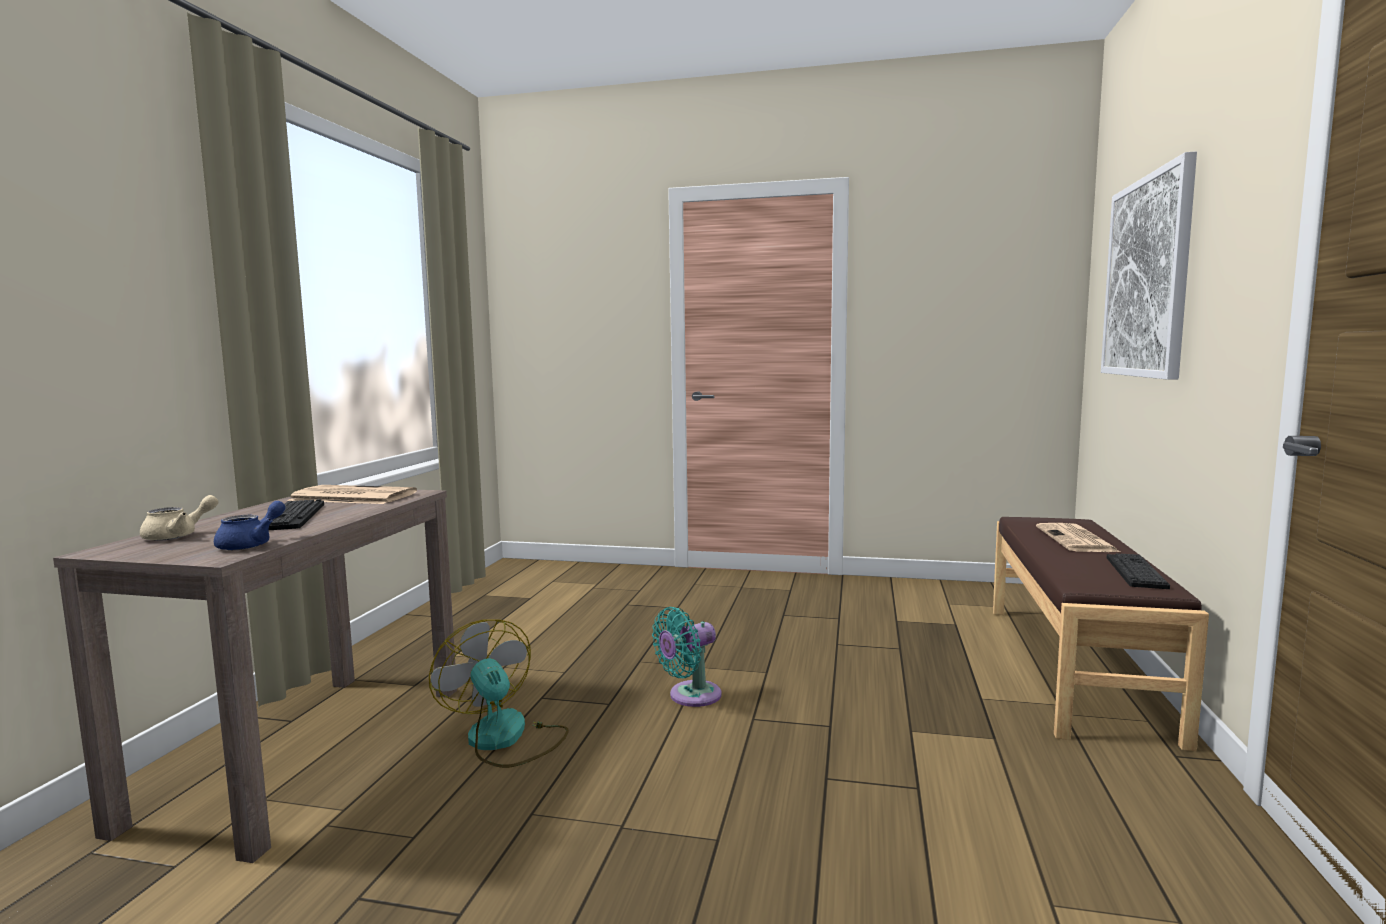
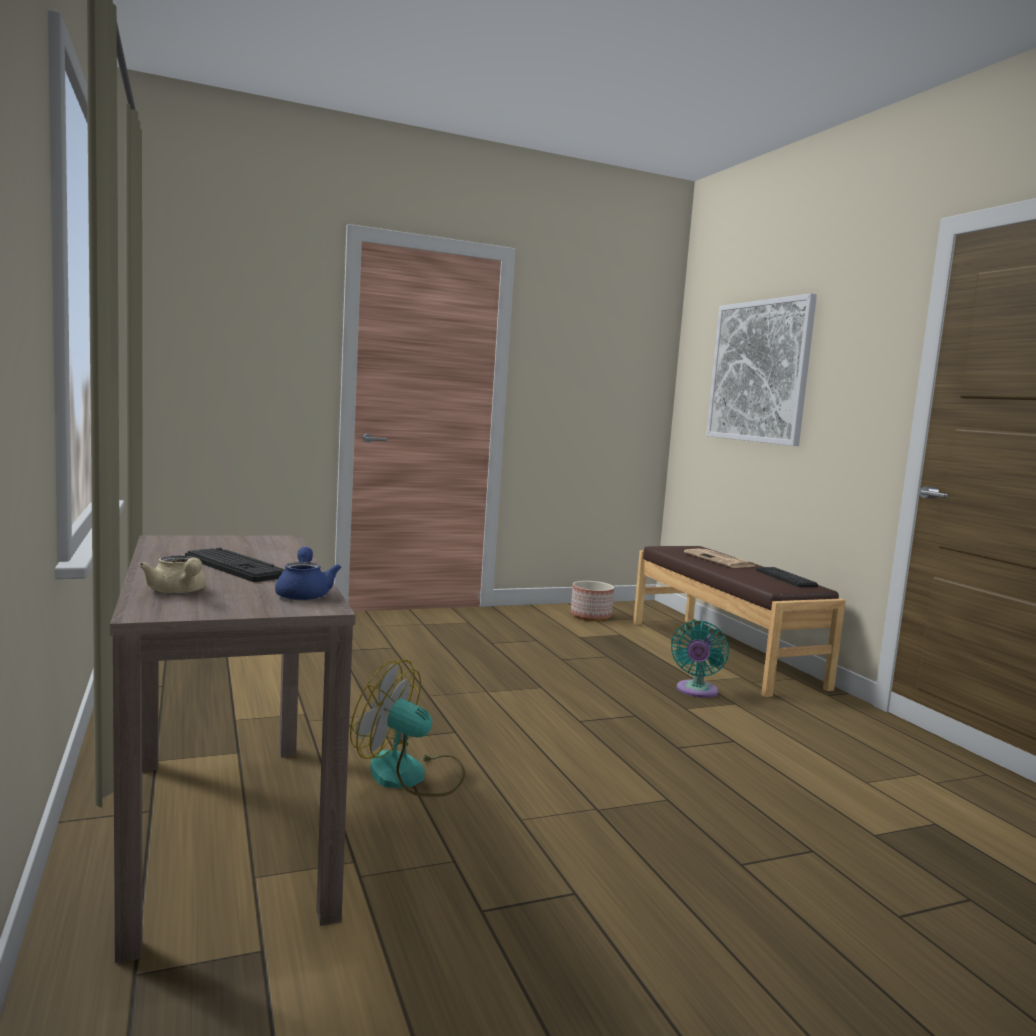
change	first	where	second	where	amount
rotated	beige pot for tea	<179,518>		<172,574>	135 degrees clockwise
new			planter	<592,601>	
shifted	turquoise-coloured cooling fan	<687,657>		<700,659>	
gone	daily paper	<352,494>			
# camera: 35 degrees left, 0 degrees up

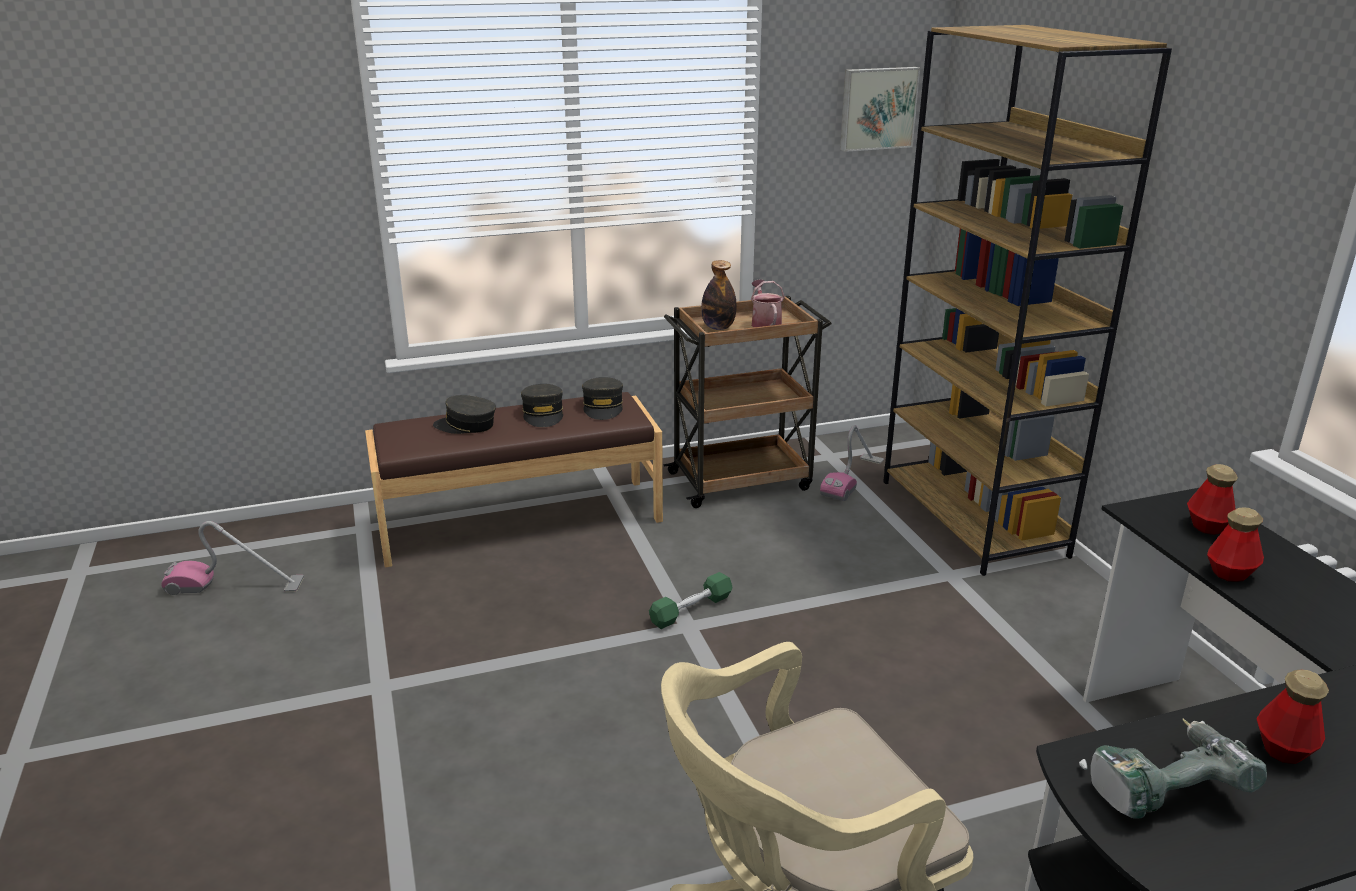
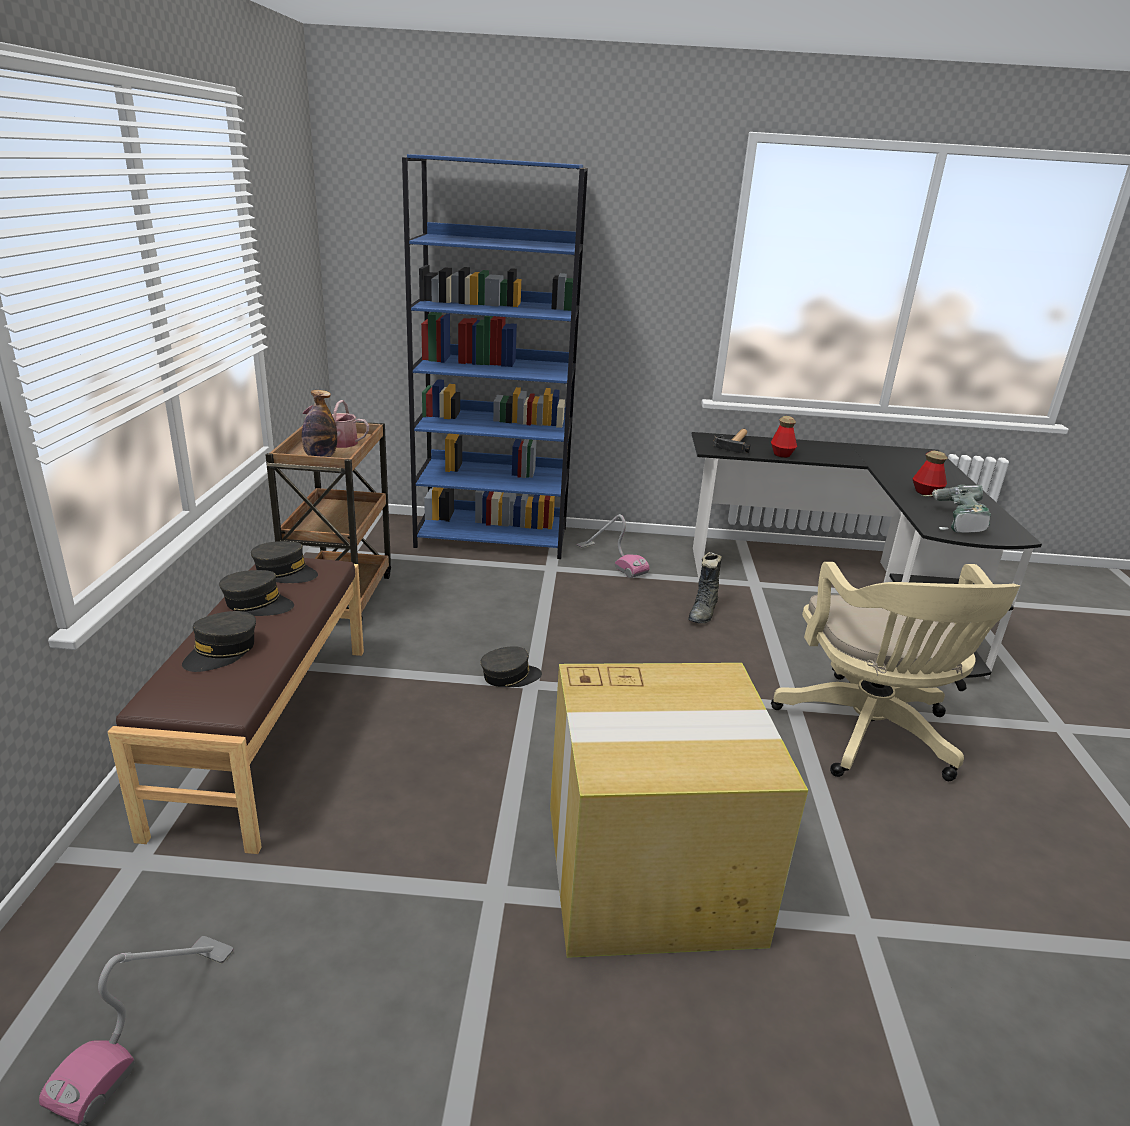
change	first	where	second	where	amount
repainted	brown-coloured bookcase	<1027,300>	bluish bookcase	<495,356>	
swapped	green dumbbell	<690,600>	gray cap	<511,666>	
new			carton	<679,810>	
shifted	hoover	<852,463>		<612,546>	
new			black high-top boot	<705,587>	
swapped	beverage bottle	<1212,499>	tool hammer	<731,441>	
gone	picture	<880,109>			
# camera: 70 degrees left, 0 degrees up

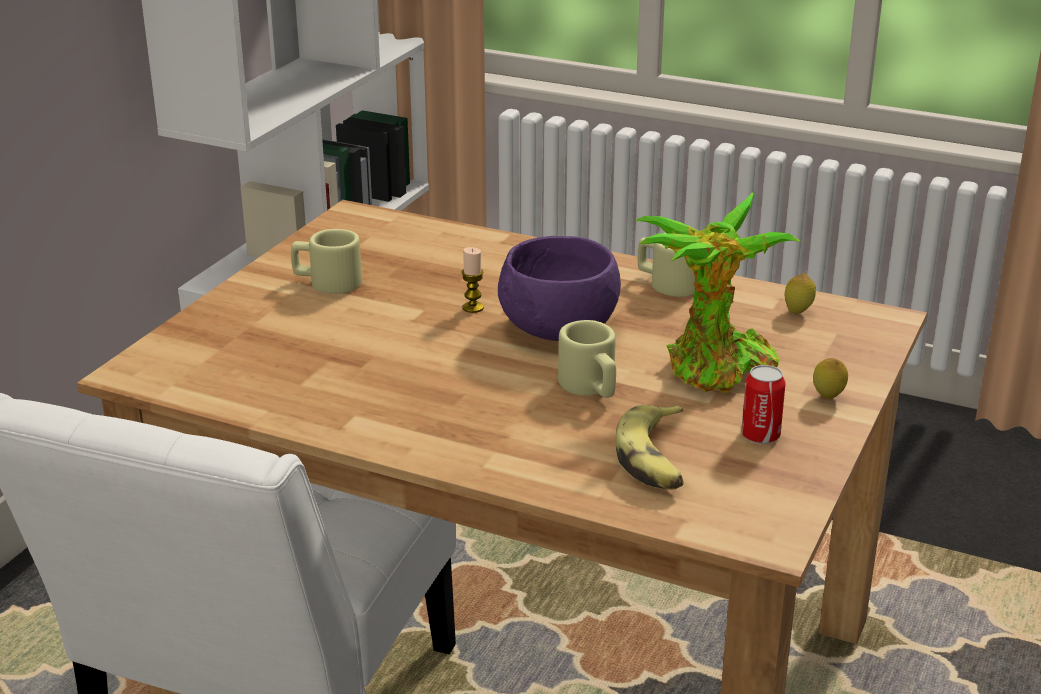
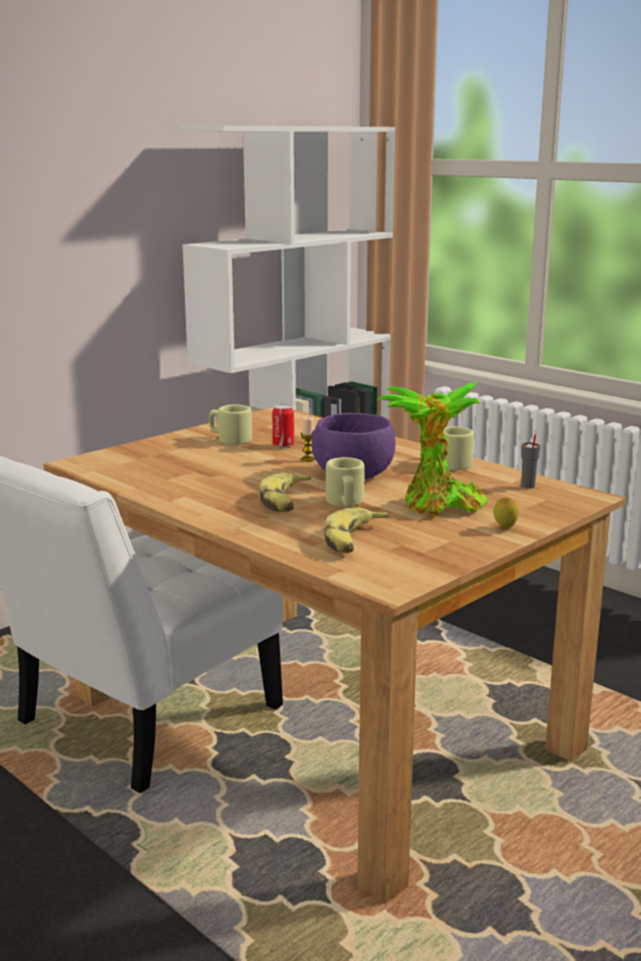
change	first	where	second	where	amount
new			banana fruit	<285,492>	
shifted	metal can	<763,404>		<283,426>	
swapped	citrus fruit	<800,293>	gray drinking cup	<531,461>	
# camera: 20 degrees right, 10 degrees down

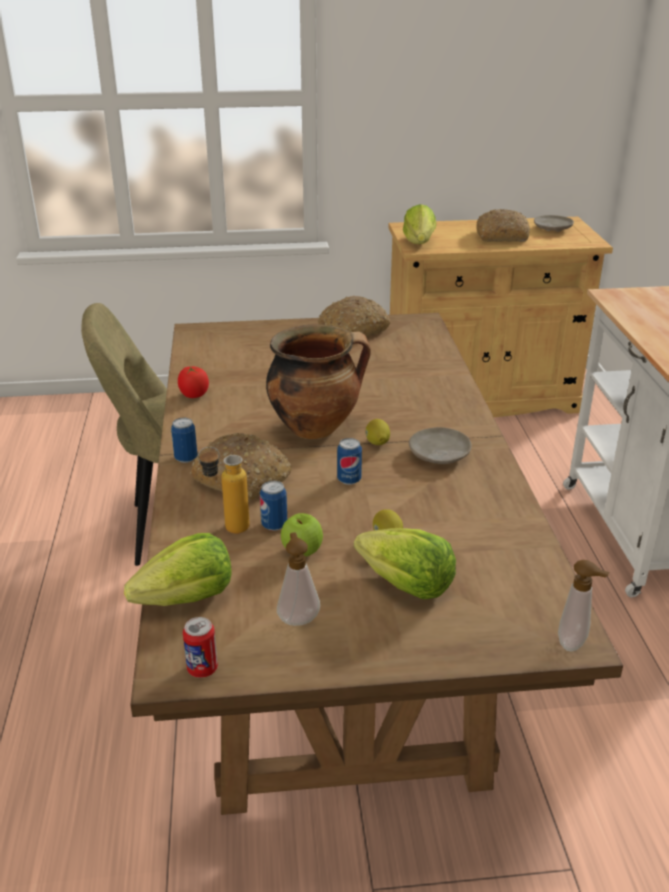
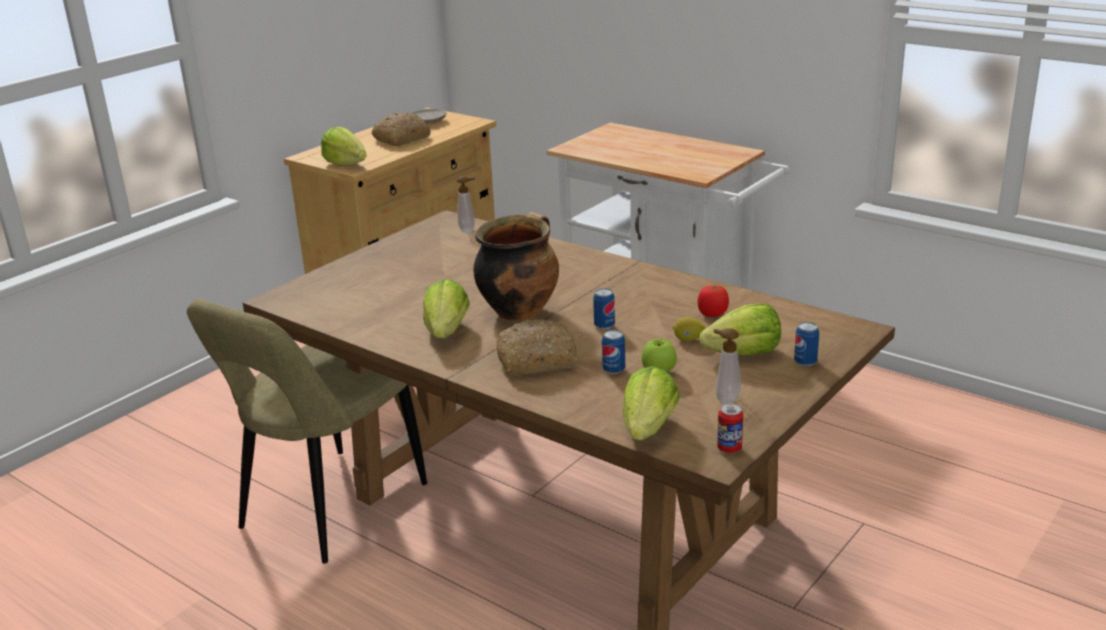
change	first	where	second	where	amount
new			head of lettuce	<446,308>	
shifted	soap bottle	<583,605>		<466,204>	
shifted	fresh tomato	<193,382>		<713,301>	
shifted	metal can	<184,440>		<806,344>	
gone	beverage bottle	<224,490>			
gone	bakery bread	<354,316>			
gone	citrus fruit	<377,432>			
gone	beige plate	<440,445>			
# camera: 45 degrees left, 5 degrees down

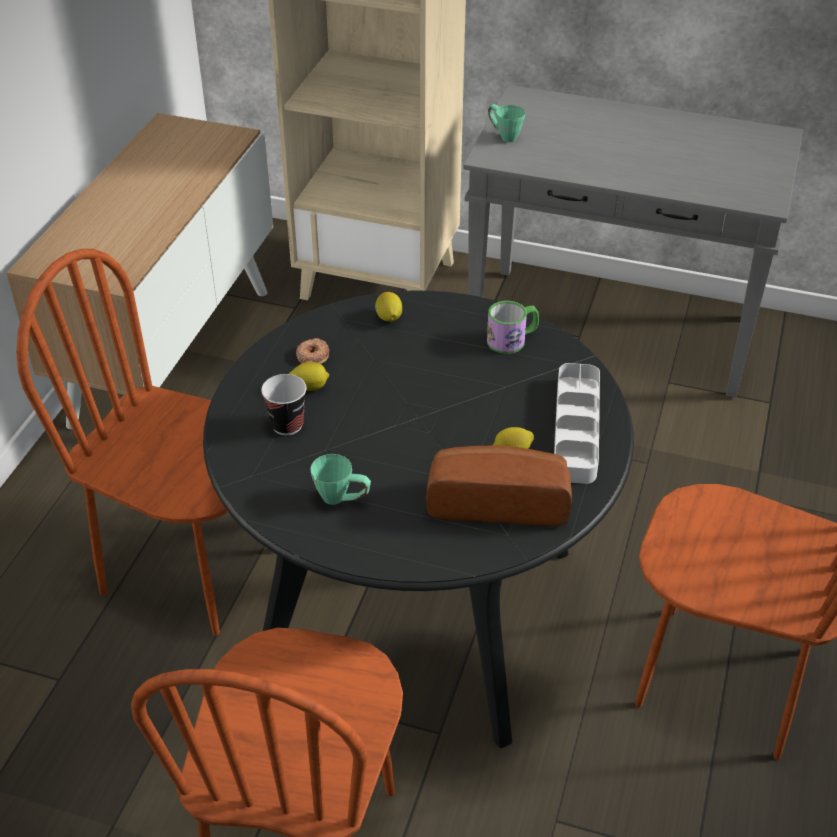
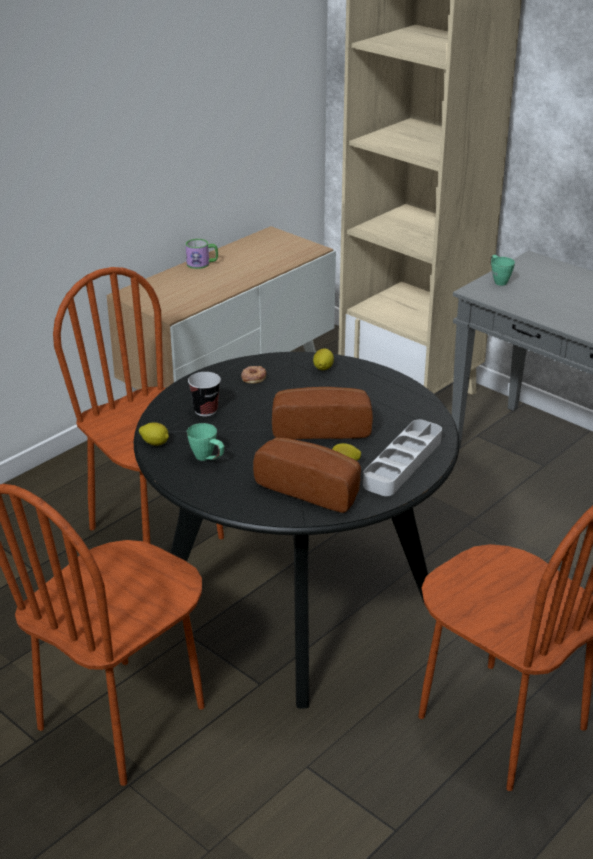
change	first	where	second	where	amount
shifted	citrus fruit	<309,376>		<154,434>	
shifted	mug	<513,327>		<202,254>	
new			bakery bread	<322,413>	
# camera: 25 degrees right, 10 degrees down

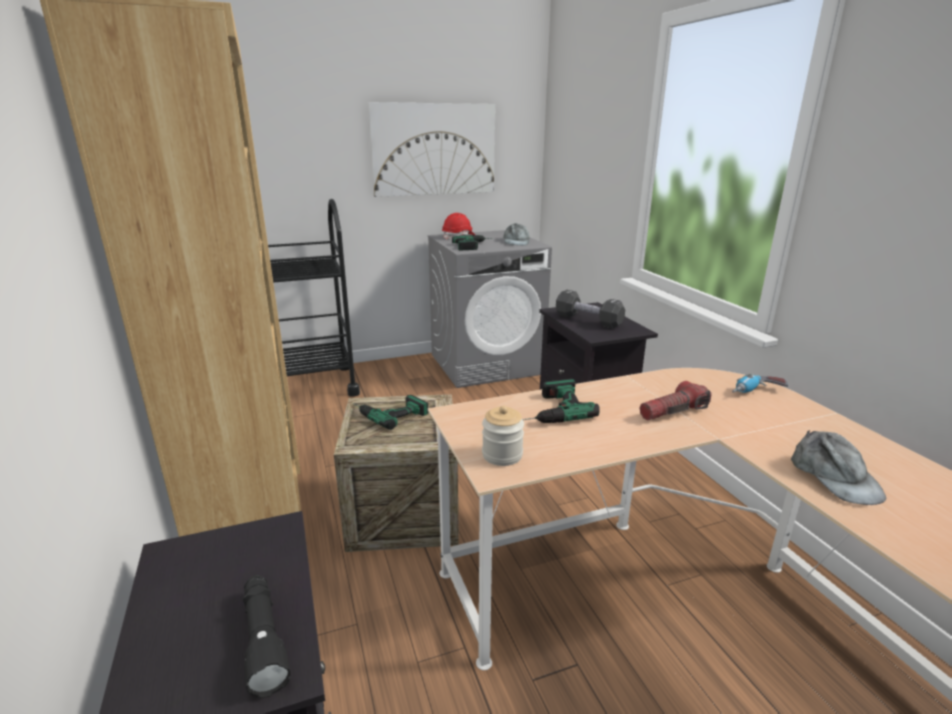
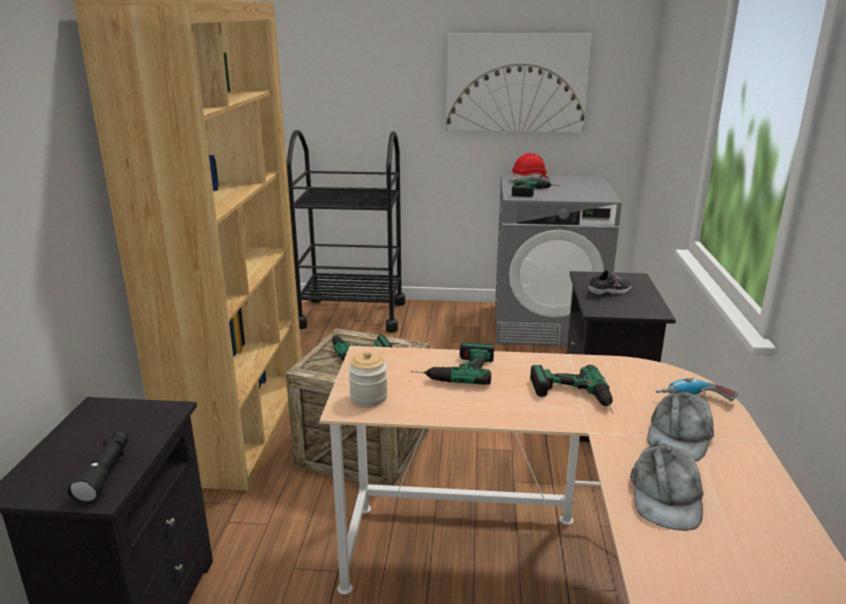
change	first	where	second	where	amount
swapped	flashlight	<676,400>	electric drill	<571,389>	
swapped	black dumbbell	<590,309>	low shoe	<610,283>	
shifted	gray cap	<516,234>		<680,426>	
# camera: 25 degrees right, 0 degrees up

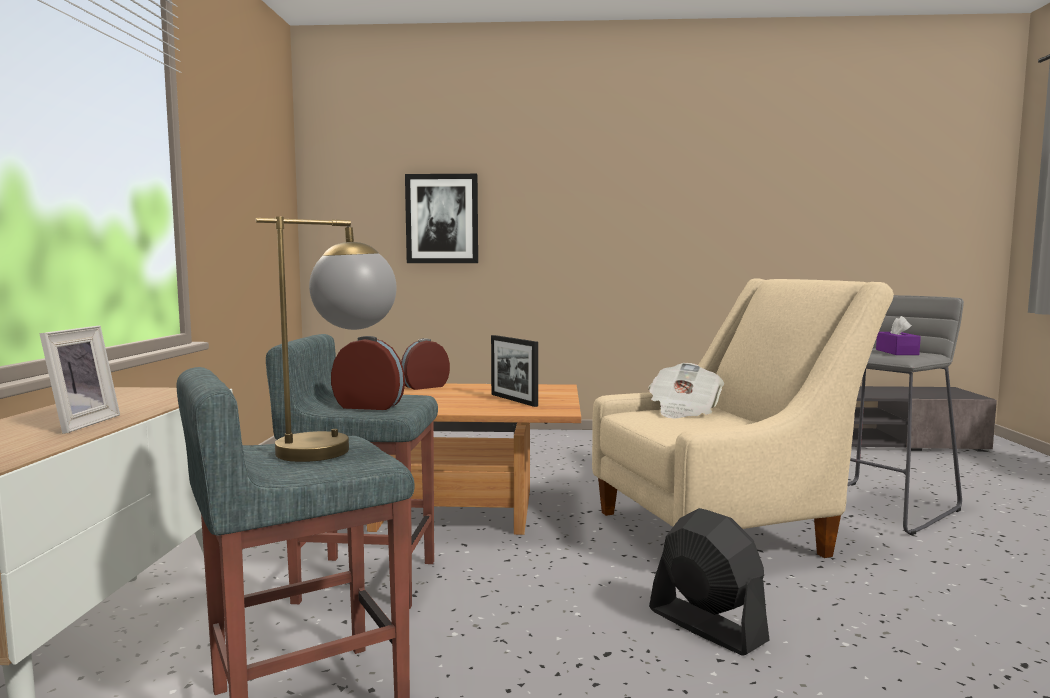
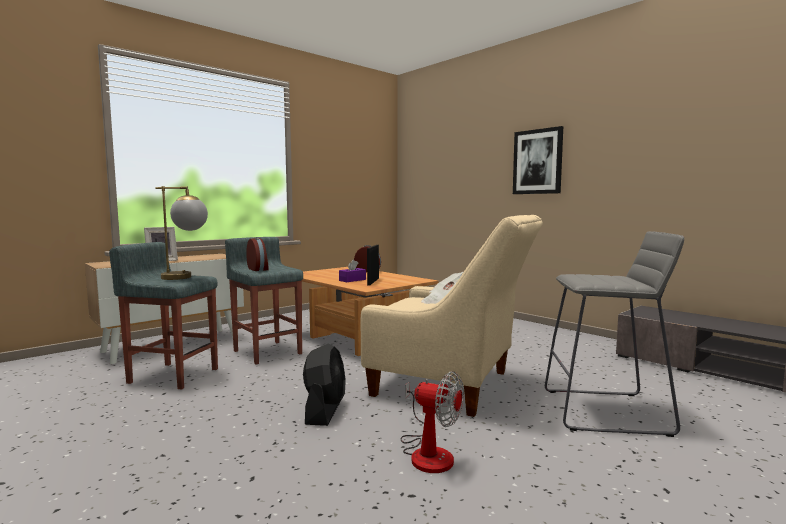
change	first	where	second	where	amount
shifted	purple-coloured tissue box	<898,335>		<352,271>	
new			cooling fan	<432,422>	
shifted	picture	<441,218>		<538,160>	
# camera: 45 degrees right, 0 degrees up

